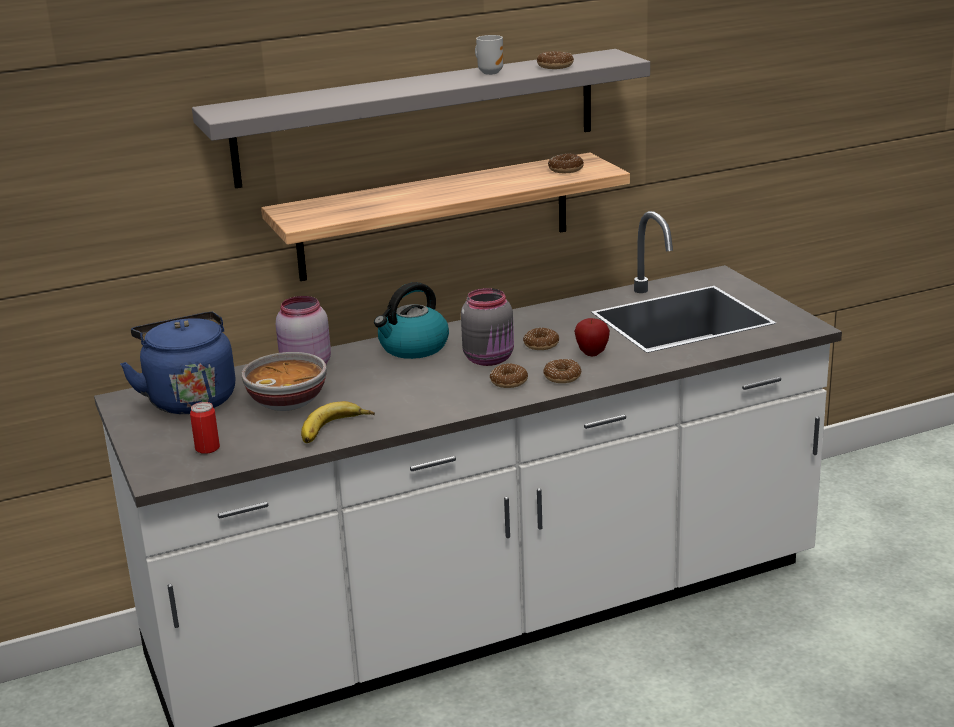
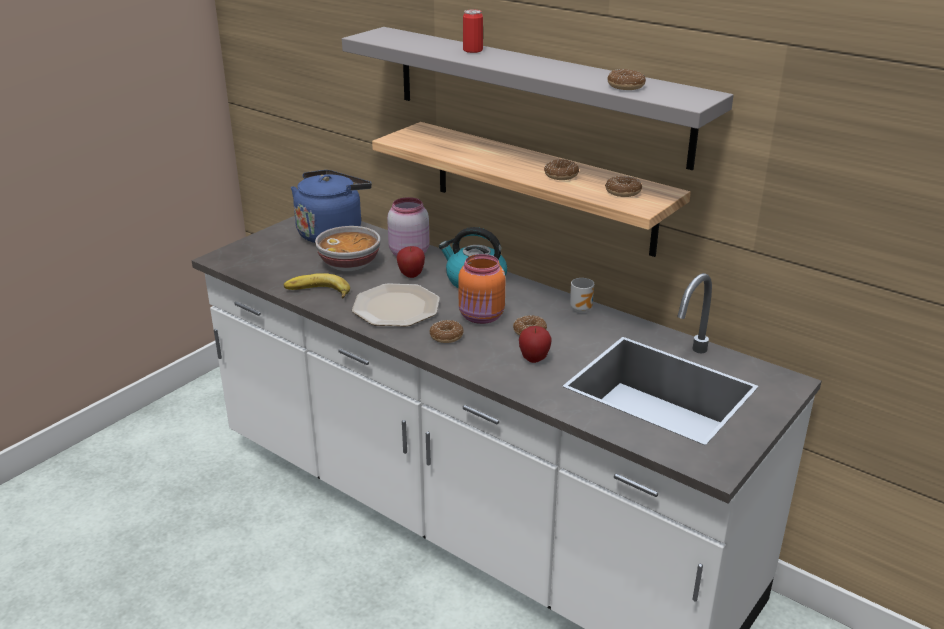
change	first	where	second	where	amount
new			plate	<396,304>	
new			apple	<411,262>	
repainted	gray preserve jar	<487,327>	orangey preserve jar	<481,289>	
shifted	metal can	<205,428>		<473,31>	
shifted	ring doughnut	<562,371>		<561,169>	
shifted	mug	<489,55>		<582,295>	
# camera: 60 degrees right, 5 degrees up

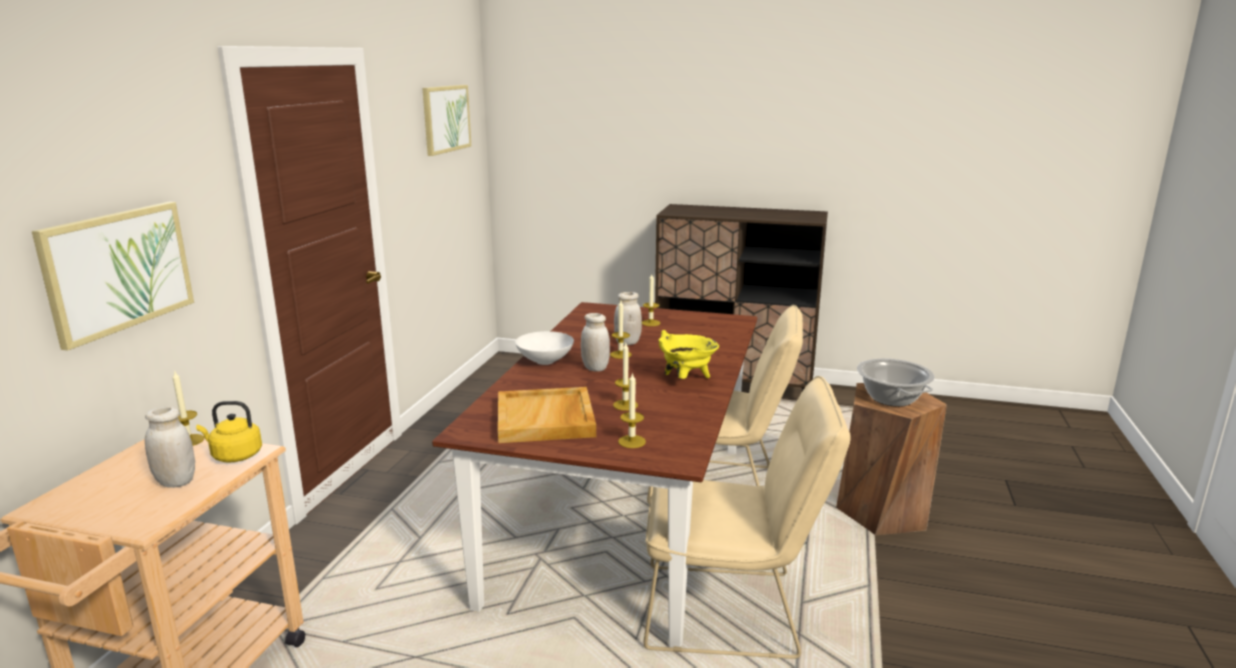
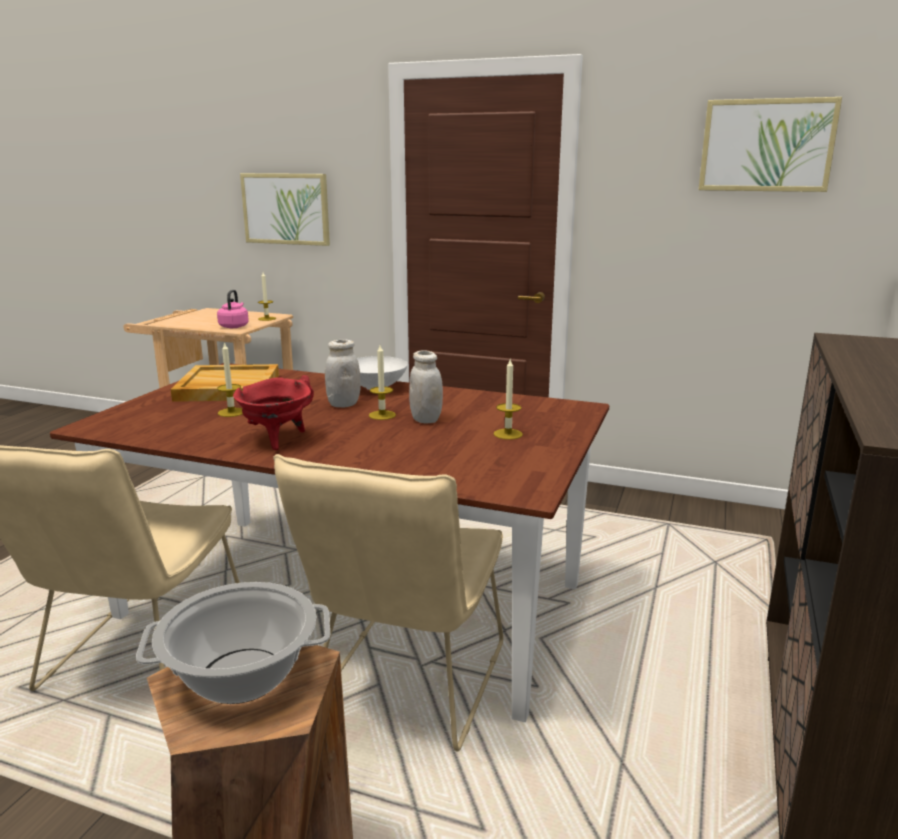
change	first	where	second	where	amount
repainted	yellow kettle	<229,432>	pink kettle	<233,309>	
repainted	yellow stockpot	<688,354>	reddish stockpot	<273,412>	
gone	white-coloured preserve jar	<170,447>			
gone	wax candle	<632,410>			
# camera: 95 degrees right, 0 degrees up

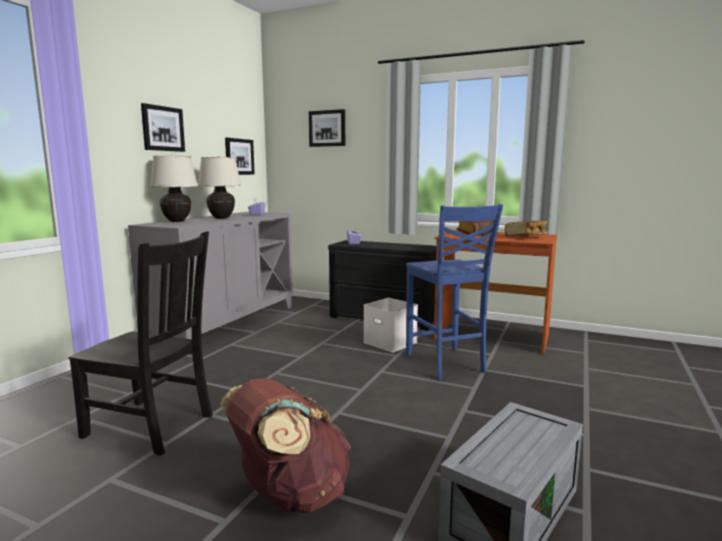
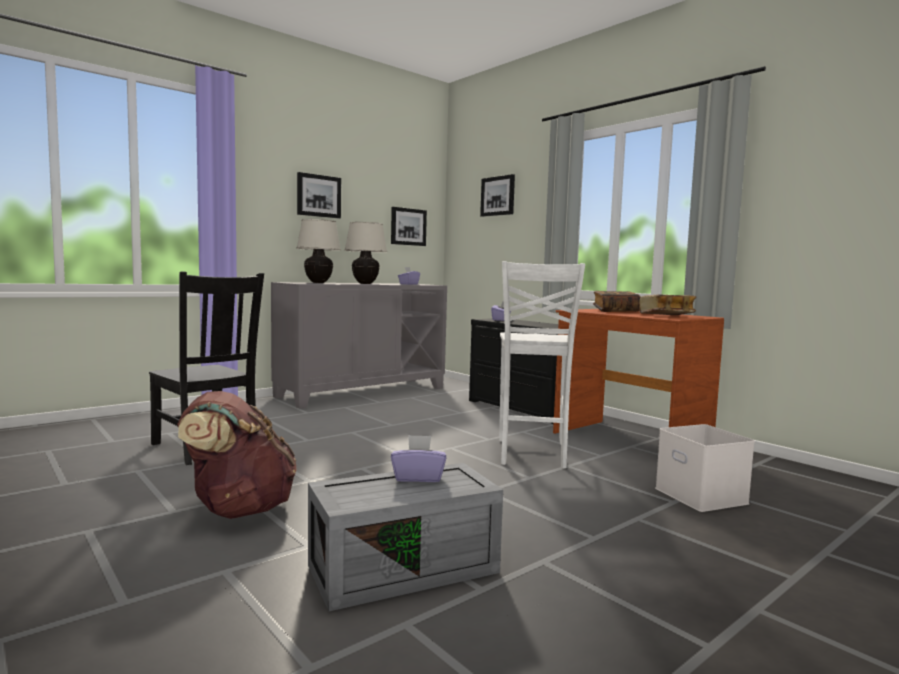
change	first	where	second	where	amount
new			purple-coloured tissue box	<418,458>	
repainted	bluish plain chair	<454,292>	white-coloured plain chair	<542,364>	
shifted	white-coloured storage box	<390,325>		<705,468>	
# camera: 25 degrees right, 5 degrees down

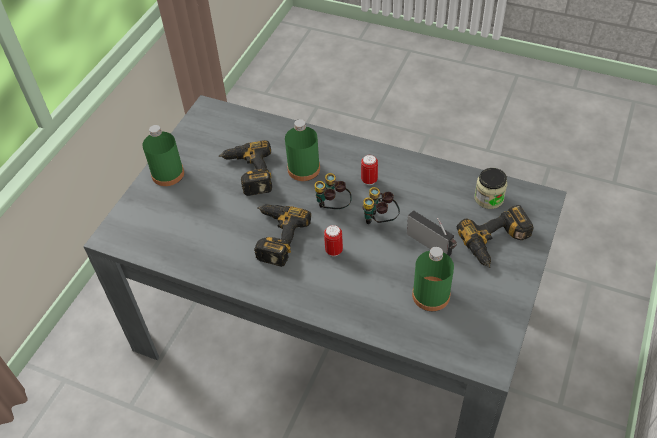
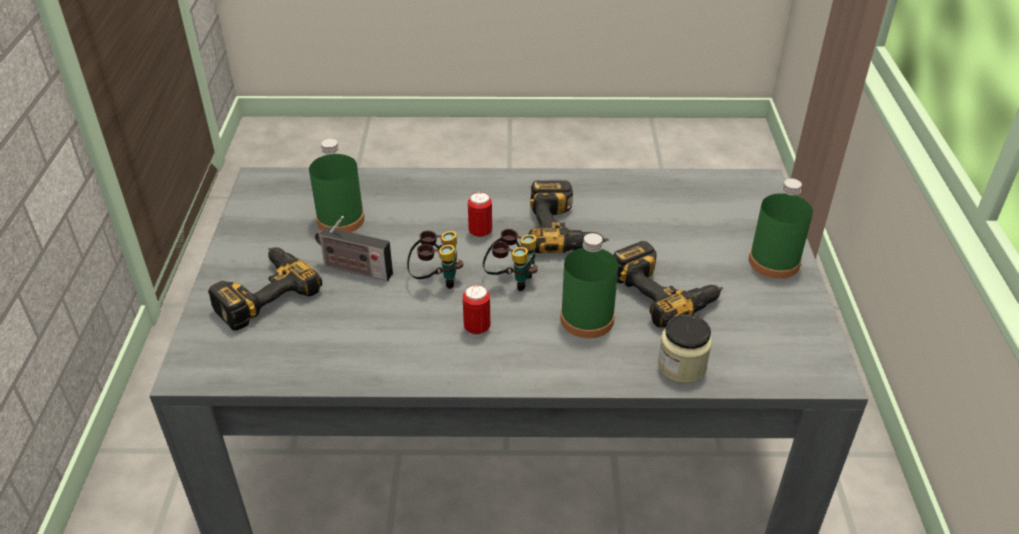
change	first	where	second	where	amount
shifted	preserve jar	<490,188>		<685,348>	
# camera: 155 degrees right, 10 degrees down

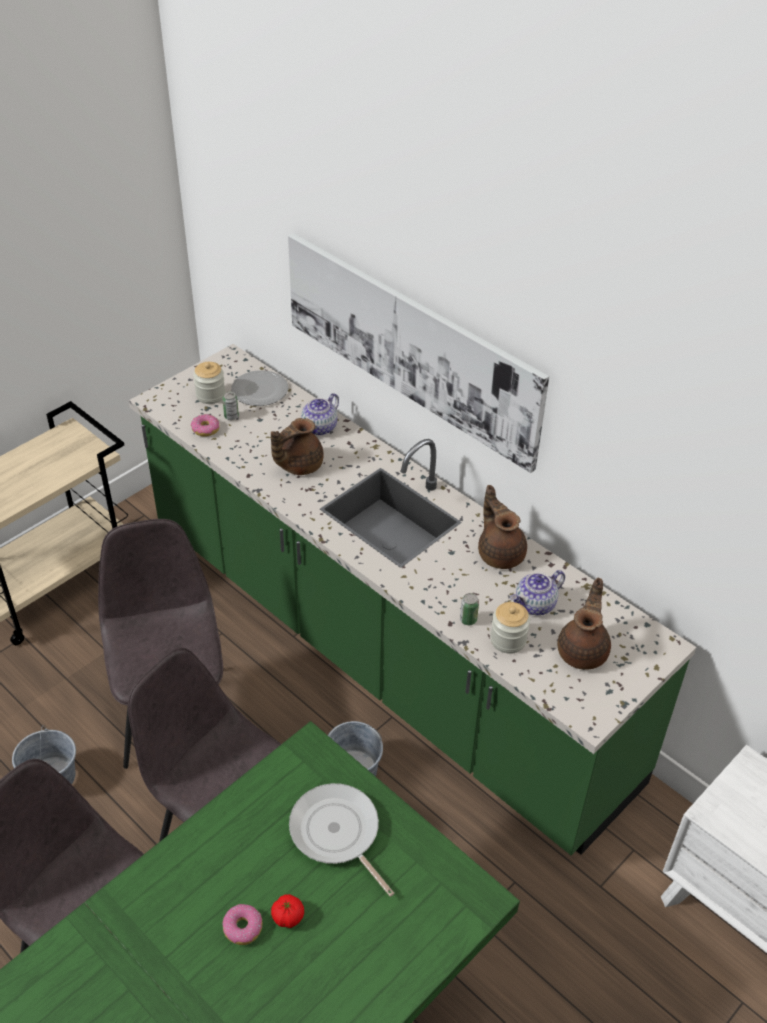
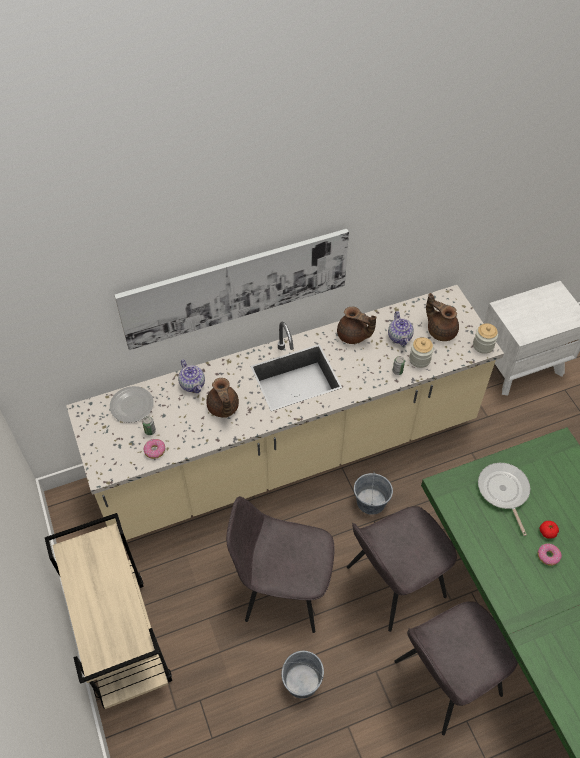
change	first	where	second	where	amount
repainted	green counter	<412,599>	beige counter	<285,412>	
rotated	brown-coloured pot for tea	<502,527>		<356,325>	150 degrees counterclockwise
shifted	preserve jar	<209,383>		<485,338>	
rotated	frying pan	<342,840>		<504,499>	90 degrees clockwise
# camera: 65 degrees left, 10 degrees up

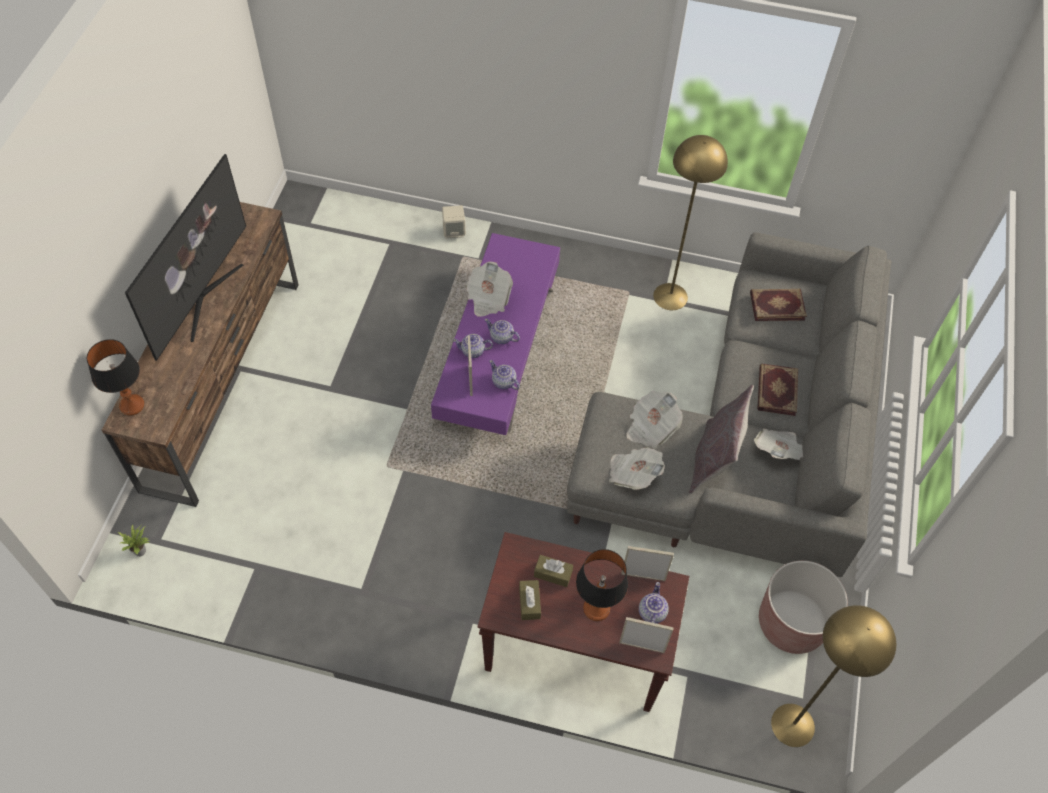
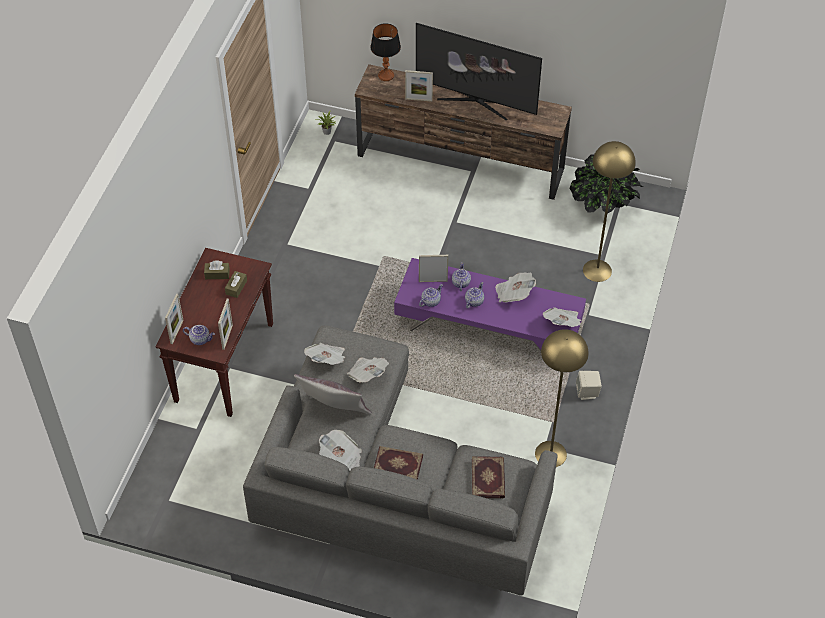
change	first	where	second	where	amount
new			photo frame	<419,85>	
new			daily paper	<562,317>	
new			houseplant	<606,184>	
shifted	beige audio speaker	<454,221>		<589,385>	
shifted	yellow standard lamp	<833,676>		<609,211>	
gone	lamp for a table	<602,585>			
gone	brown-coloured planter	<803,607>			
# camera: 95 degrees right, 5 degrees down

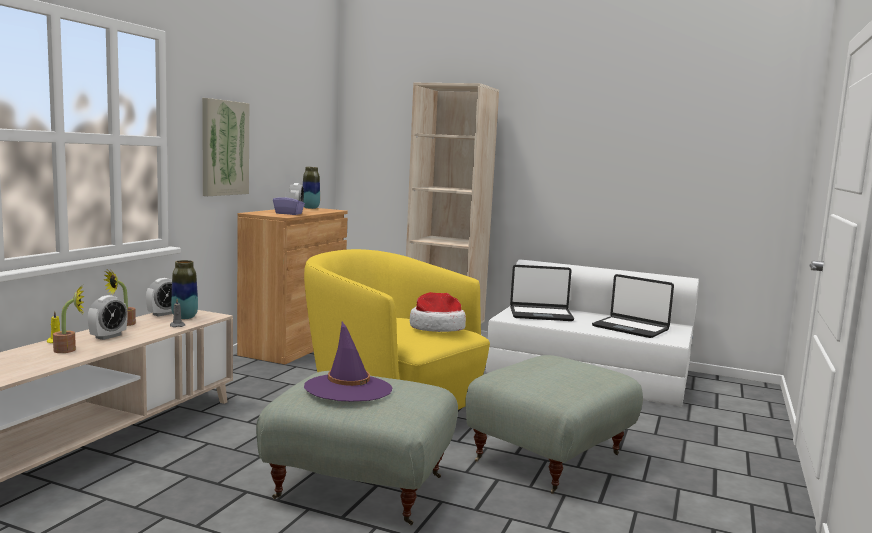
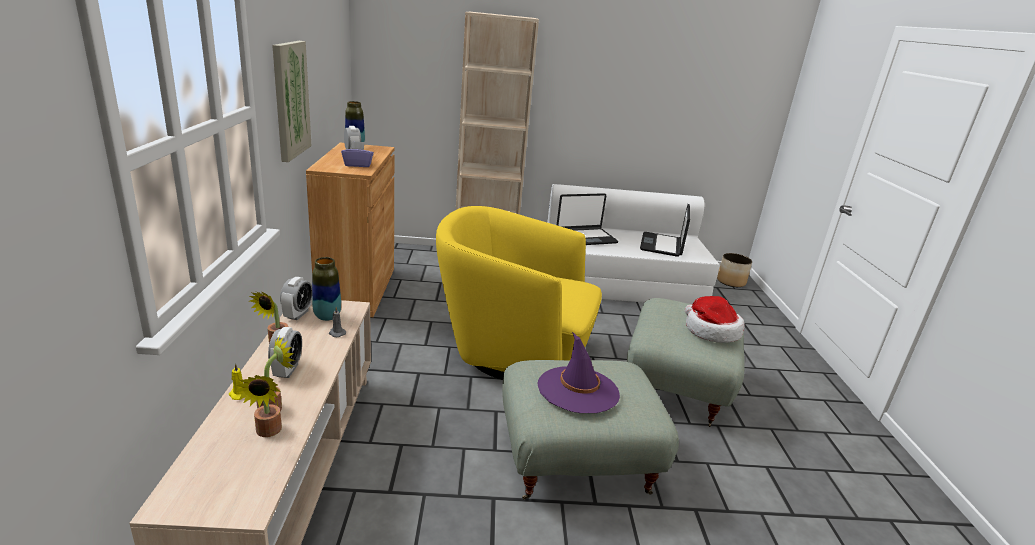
change	first	where	second	where	amount
new			houseplant	<259,406>	
rotated	notebook computer	<633,306>		<665,230>	90 degrees clockwise
shifted	wearable hat	<438,312>		<715,319>	
new			planter	<734,270>	
# camera: 25 degrees left, 15 degrees up

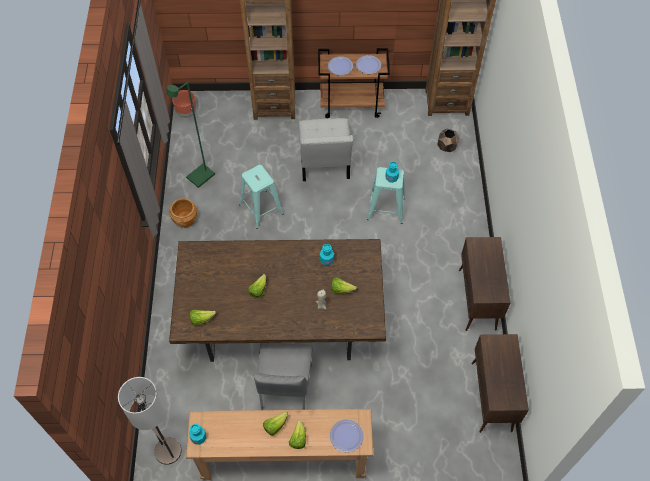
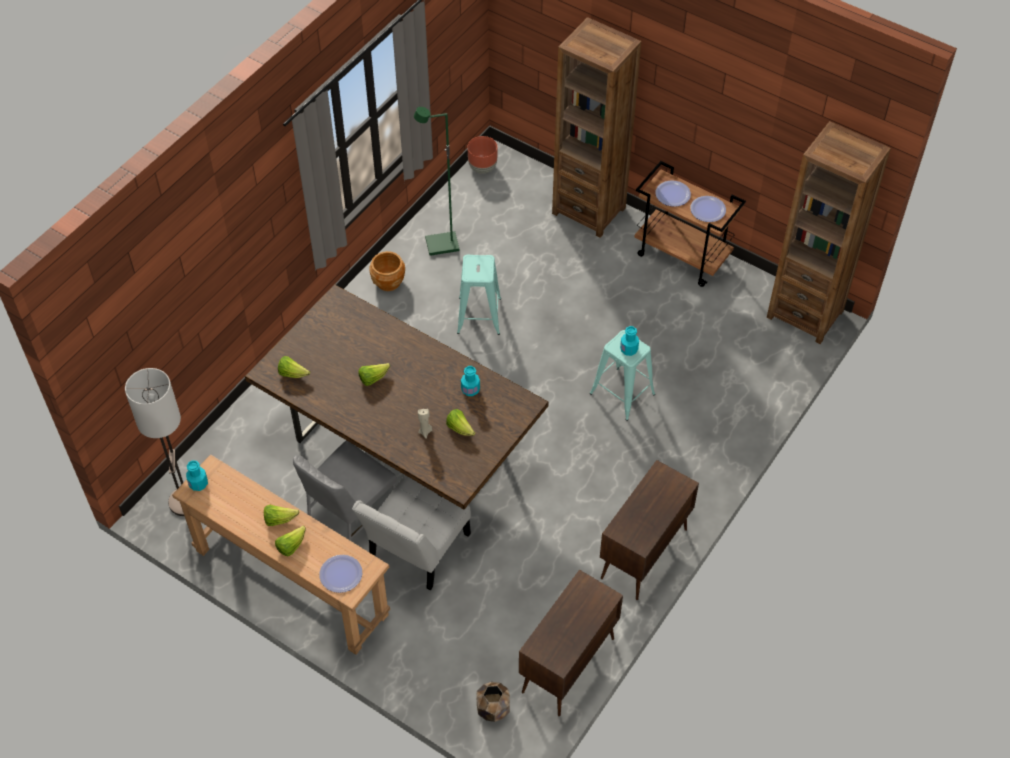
change	first	where	second	where	amount
shifted	white-coloured plain chair	<326,149>		<411,533>	
shifted	brown-coloured planter	<448,140>		<493,702>	
# camera: 35 degrees right, 5 degrees down

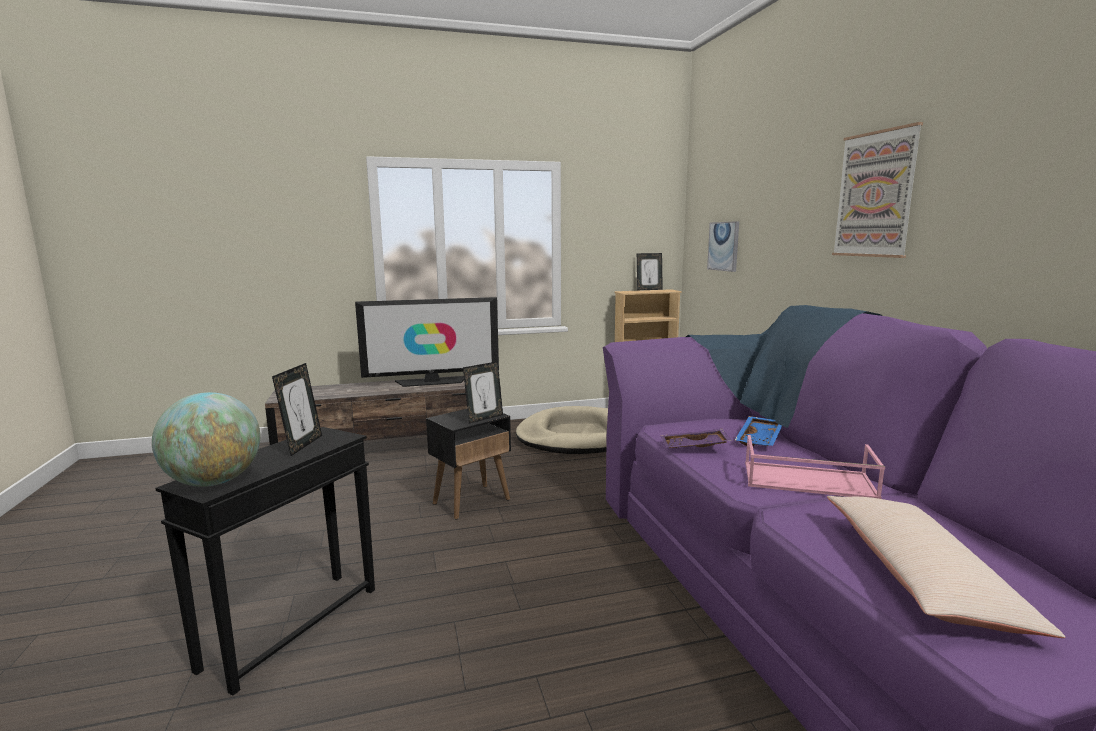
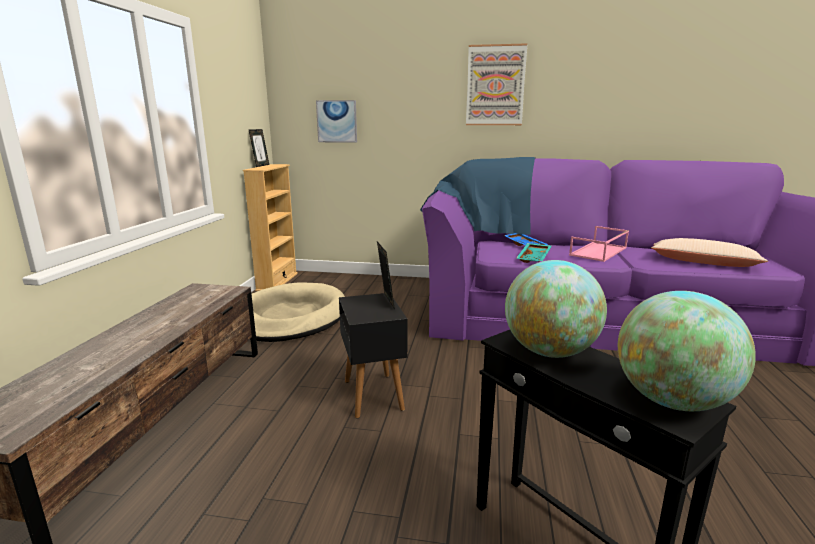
change	first	where	second	where	amount
swapped	photo frame	<297,409>	globe	<556,309>	
repainted	purple-coloured tray	<696,438>	turquoise-coloured tray	<534,253>	
gone	television	<427,342>			
# camera: 65 degrees left, 5 degrees up

